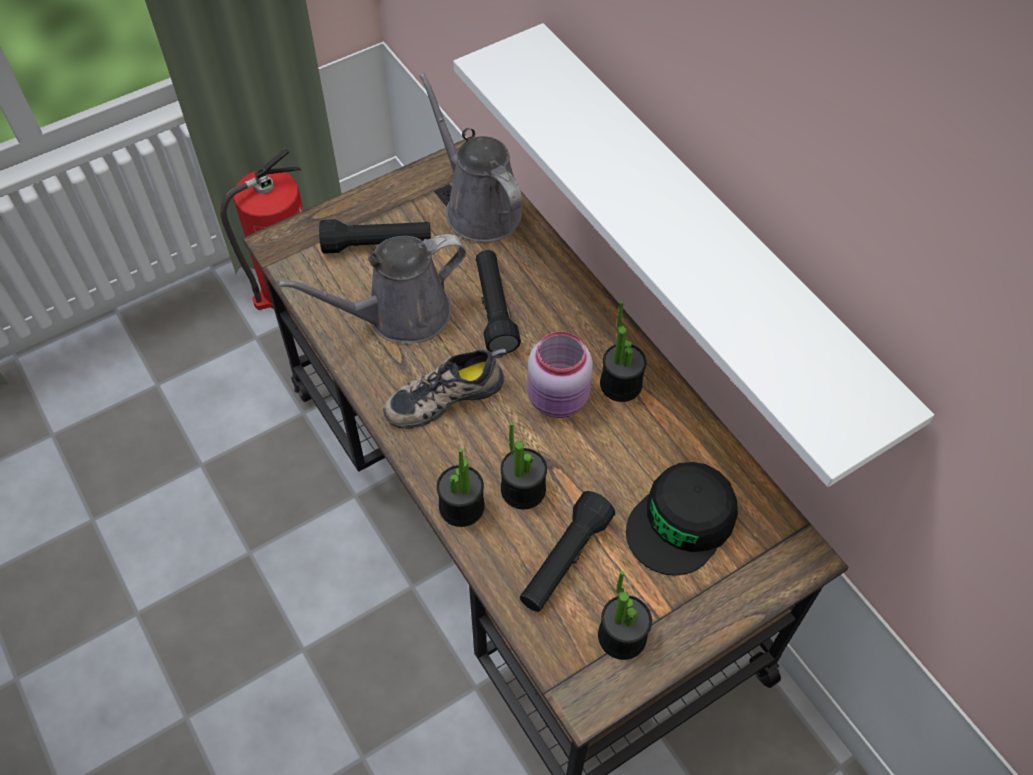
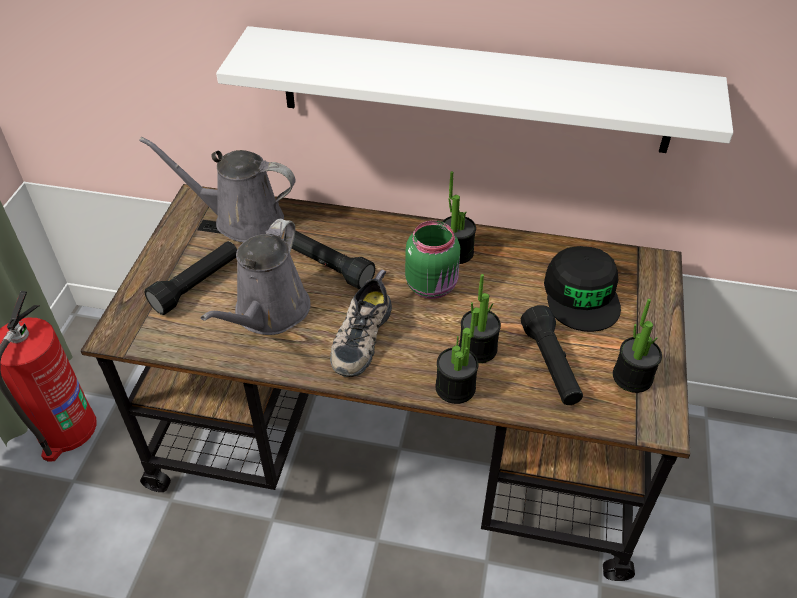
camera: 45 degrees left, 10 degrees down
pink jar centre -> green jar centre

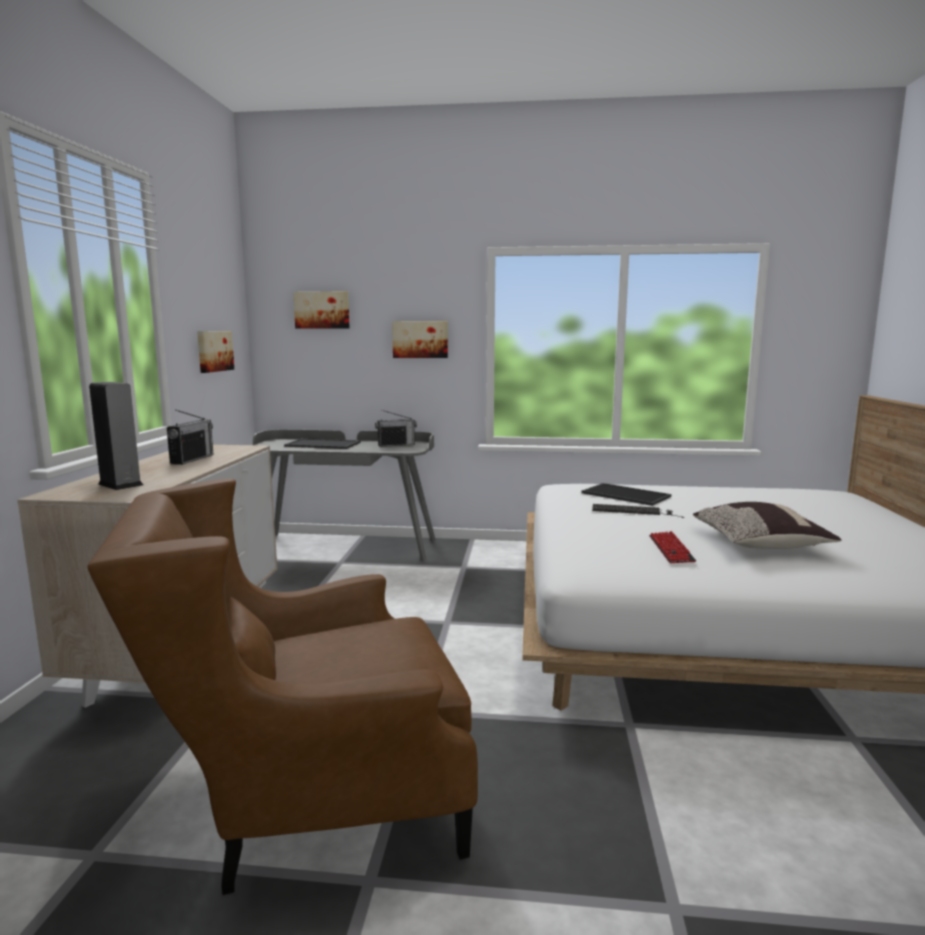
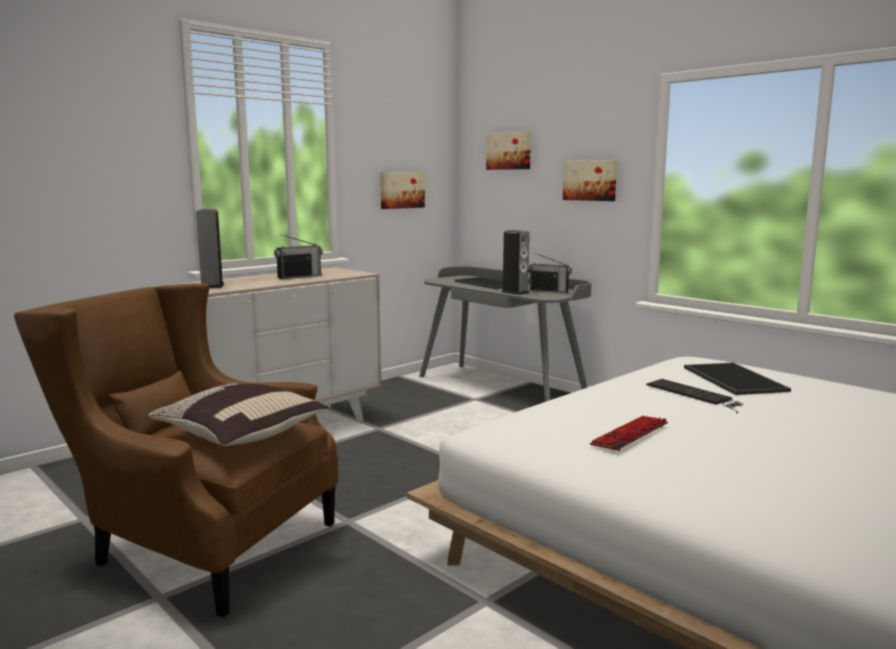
camera: 40 degrees right, 0 degrees up
pillow middle right -> pillow middle left, moved
none -> speaker (2nd from left) centre

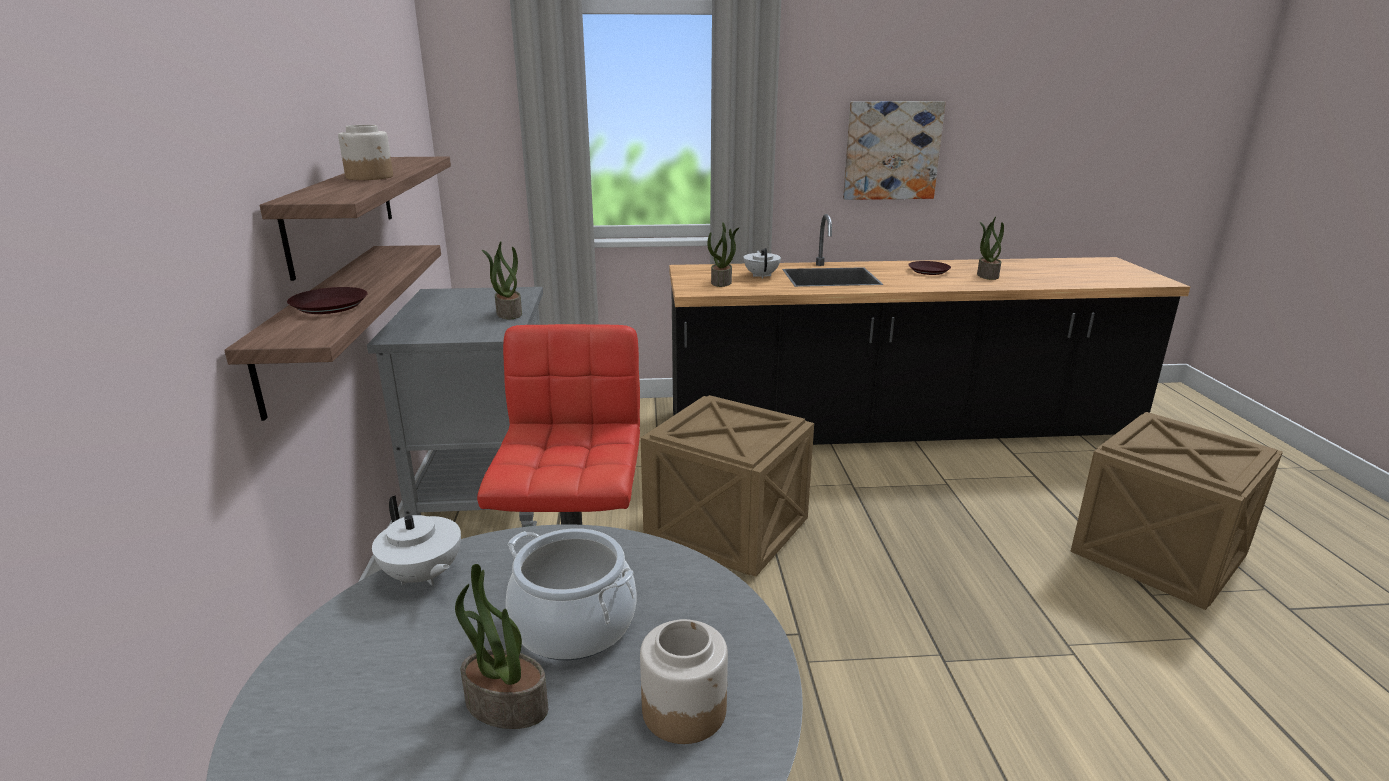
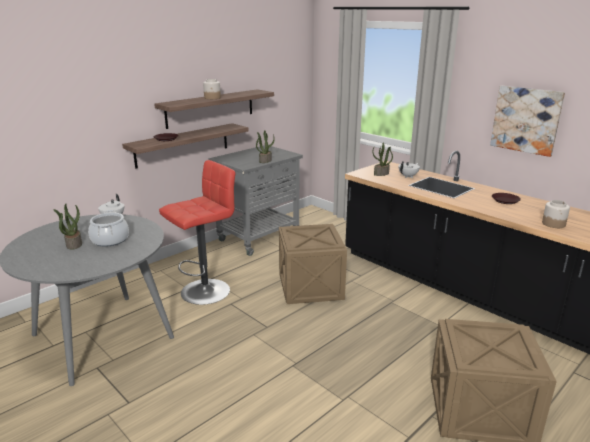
camera: 50 degrees right, 0 degrees up
jar (2nd from left) bottom centre -> jar (2nd from left) middle right, moved
potted plant (4th from left) top right -> none

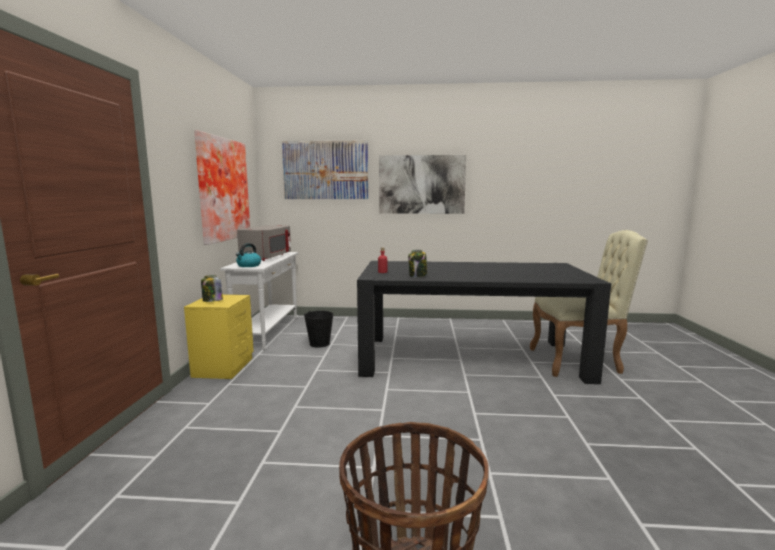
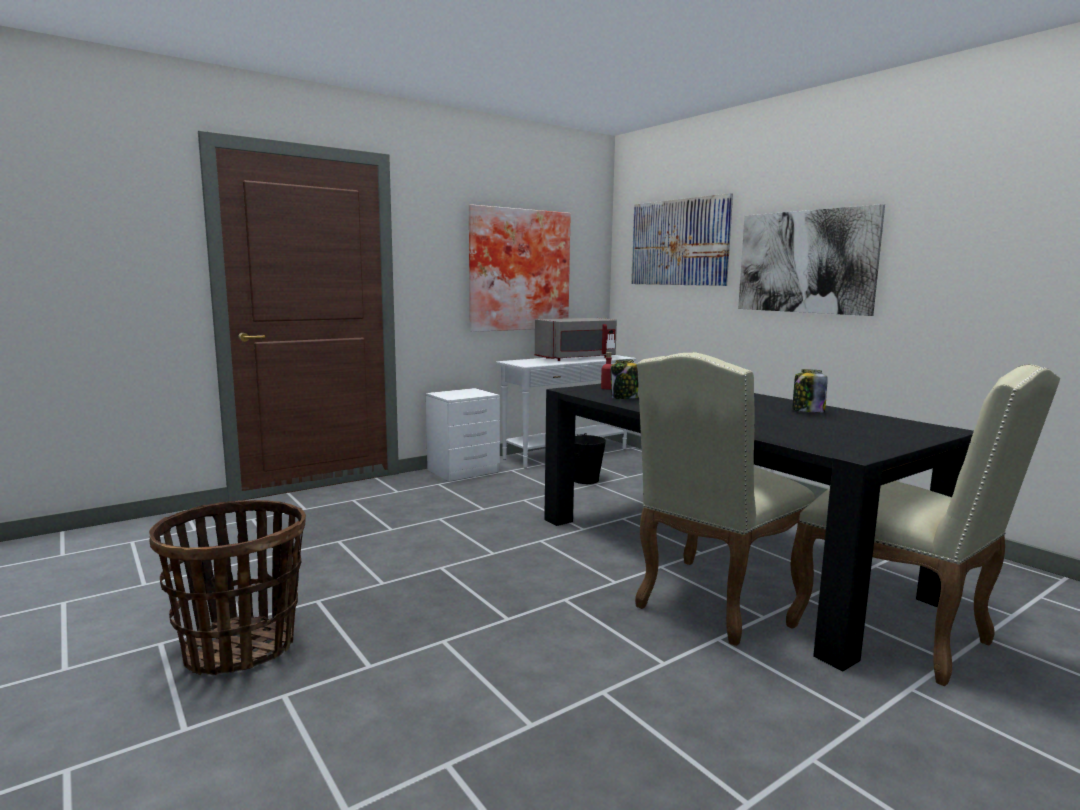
camera: 50 degrees right, 0 degrees up
yellow nightstand middle left -> white nightstand centre
jar (1st from left in the first image) middle left -> jar (2nd from left) middle right, moved
kettle middle left -> none
none -> beige chair (1st from left) middle right

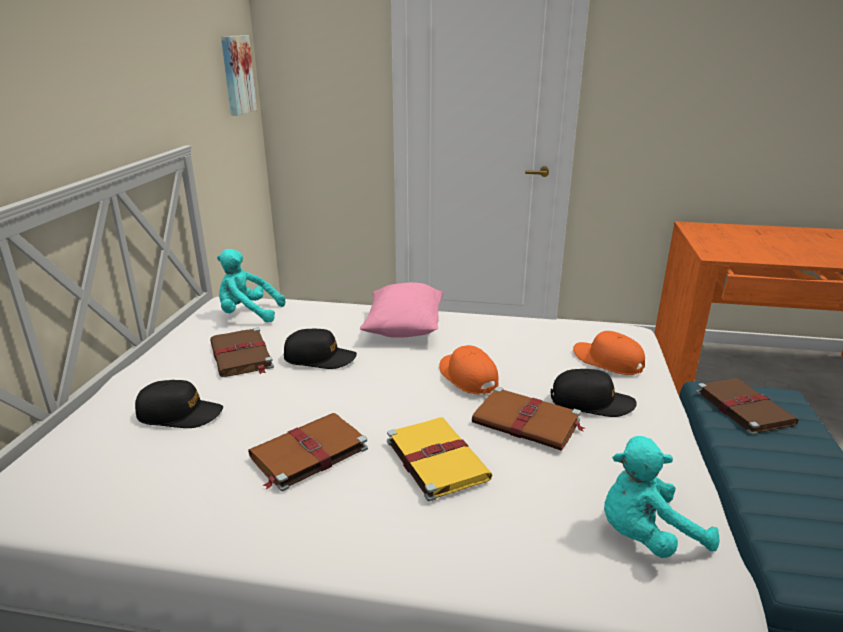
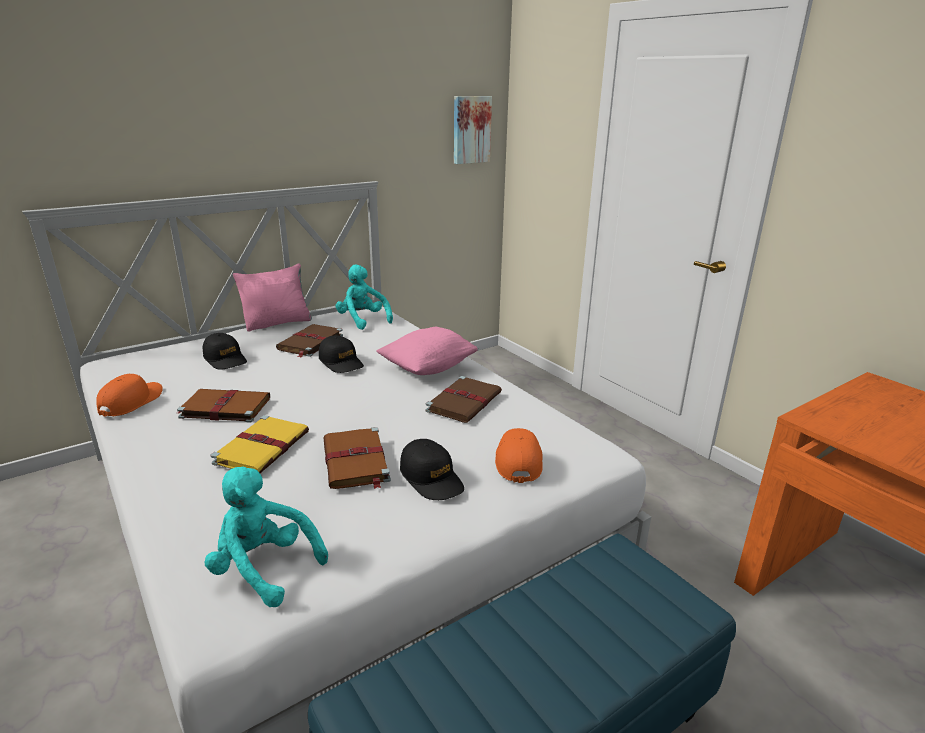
camera: 45 degrees right, 0 degrees up
orange cap (1st from left) centre -> orange cap (1st from left) middle left, moved
brown book (4th from left) middle right -> brown book (4th from left) centre, moved
none -> pink pillow (1st from left) middle left

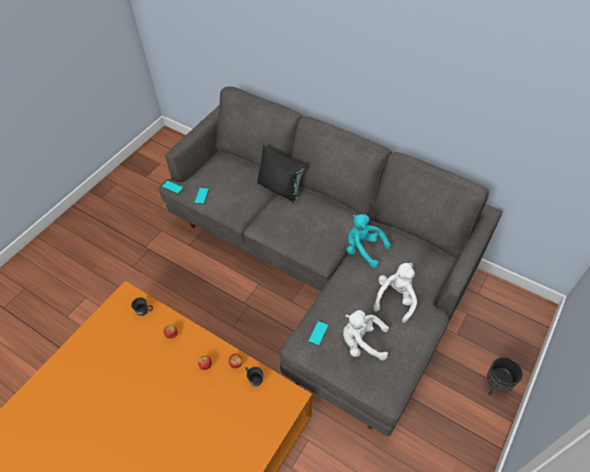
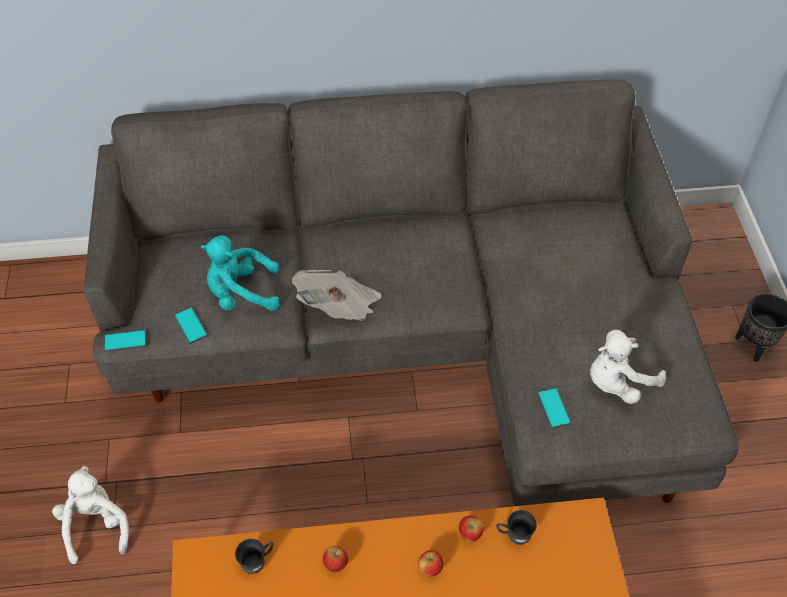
camera: 40 degrees left, 0 degrees up
black pillow centre -> none
turquoise plush toy centre -> turquoise plush toy middle left, moved
white plush toy (2nd from left in the first image) middle right -> white plush toy (1st from left) bottom left, moved
none -> newspaper centre

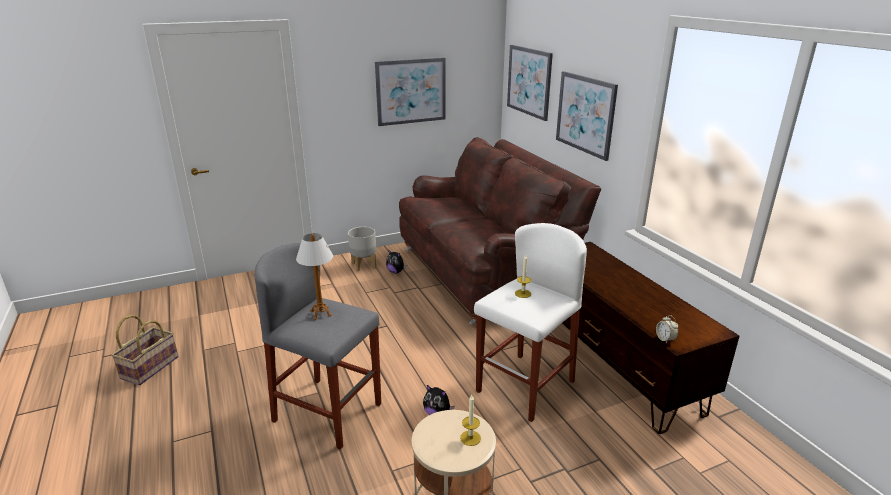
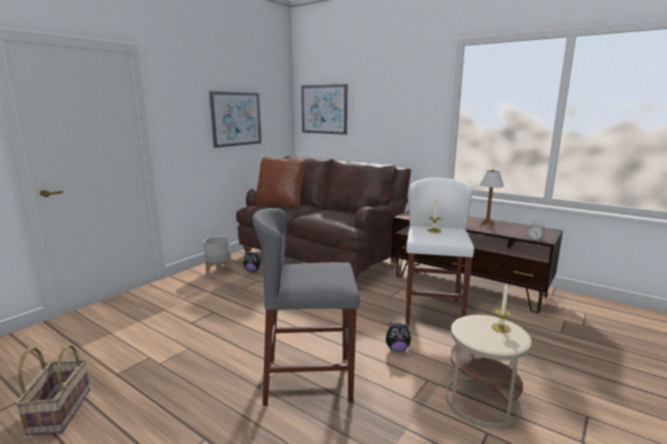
camera: 30 degrees left, 10 degrees down
table lamp centre -> table lamp middle right, moved
picture (3rd from left) top centre -> none
none -> brown pillow centre

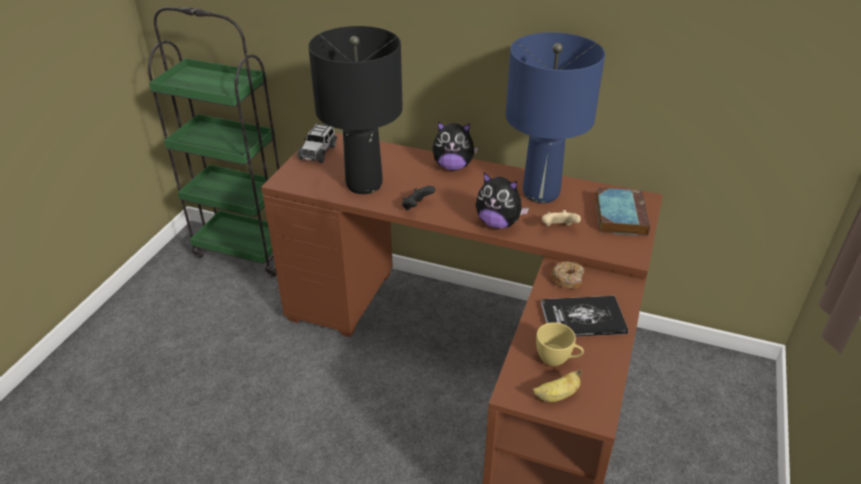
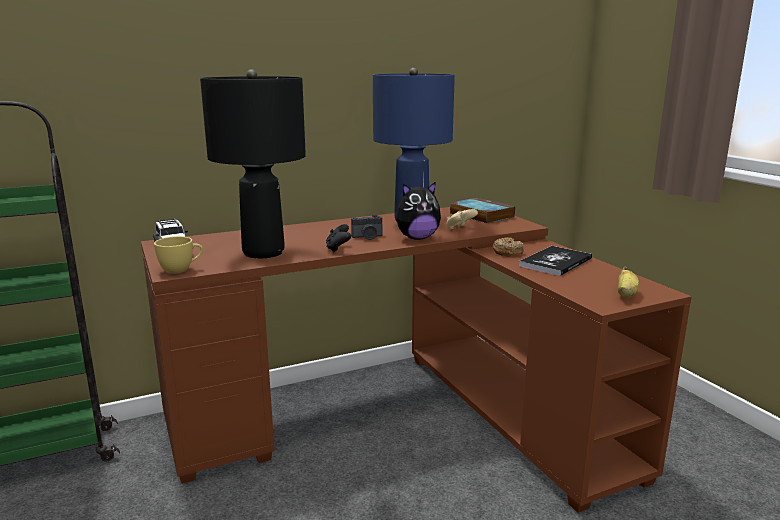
camera: 45 degrees left, 20 degrees down
plush toy (1st from left) top centre -> none
yellow cup bottom centre -> yellow cup middle left, moved
none -> photo camera centre

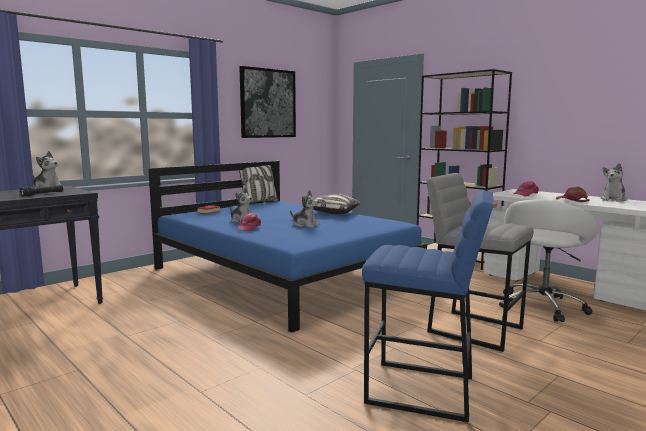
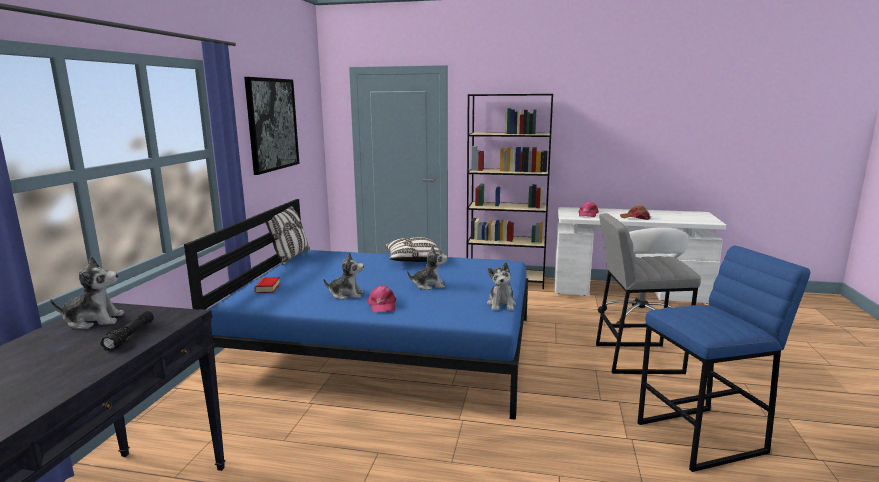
camera: 35 degrees left, 5 degrees up
plush toy (4th from left) middle right -> plush toy (4th from left) centre, moved

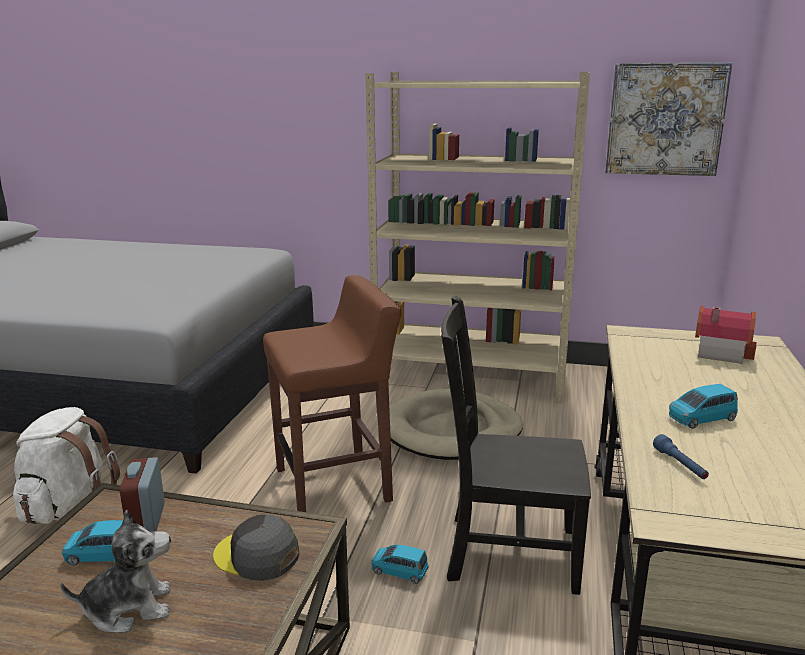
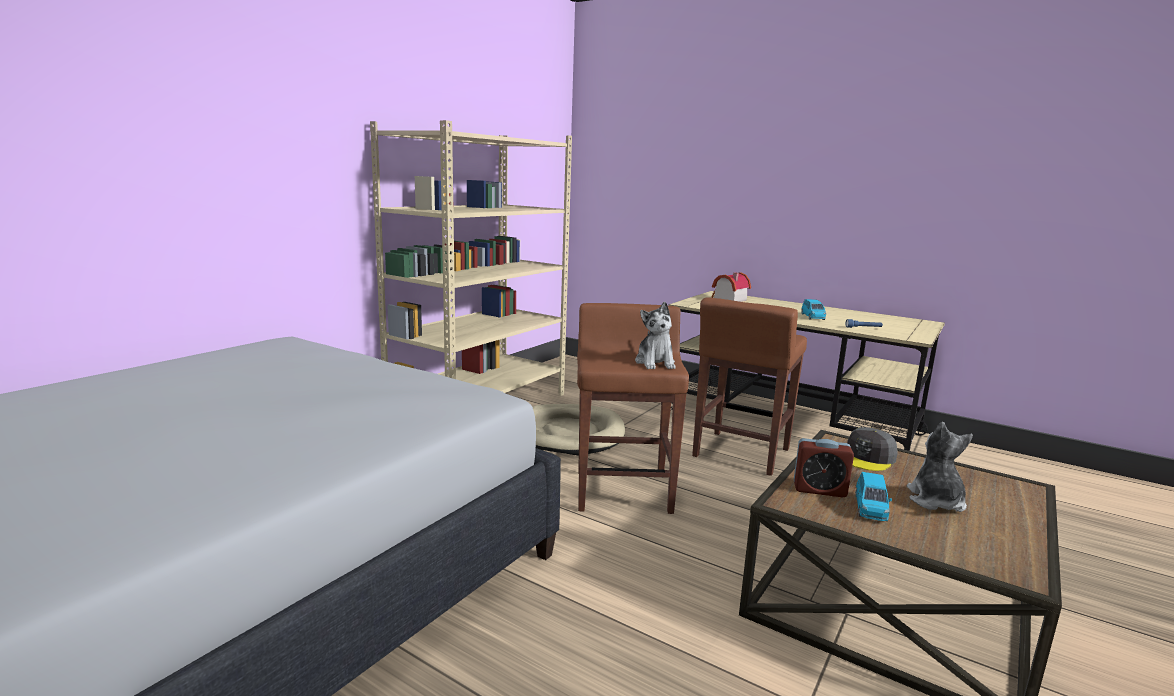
camera: 70 degrees left, 5 degrees down
white backpack bottom left -> none
blue toy car (2nd from left) bottom centre -> none
black chair bottom centre -> brown stool (2nd from left) centre
picture top right -> none
none -> plush toy (1st from left) centre

